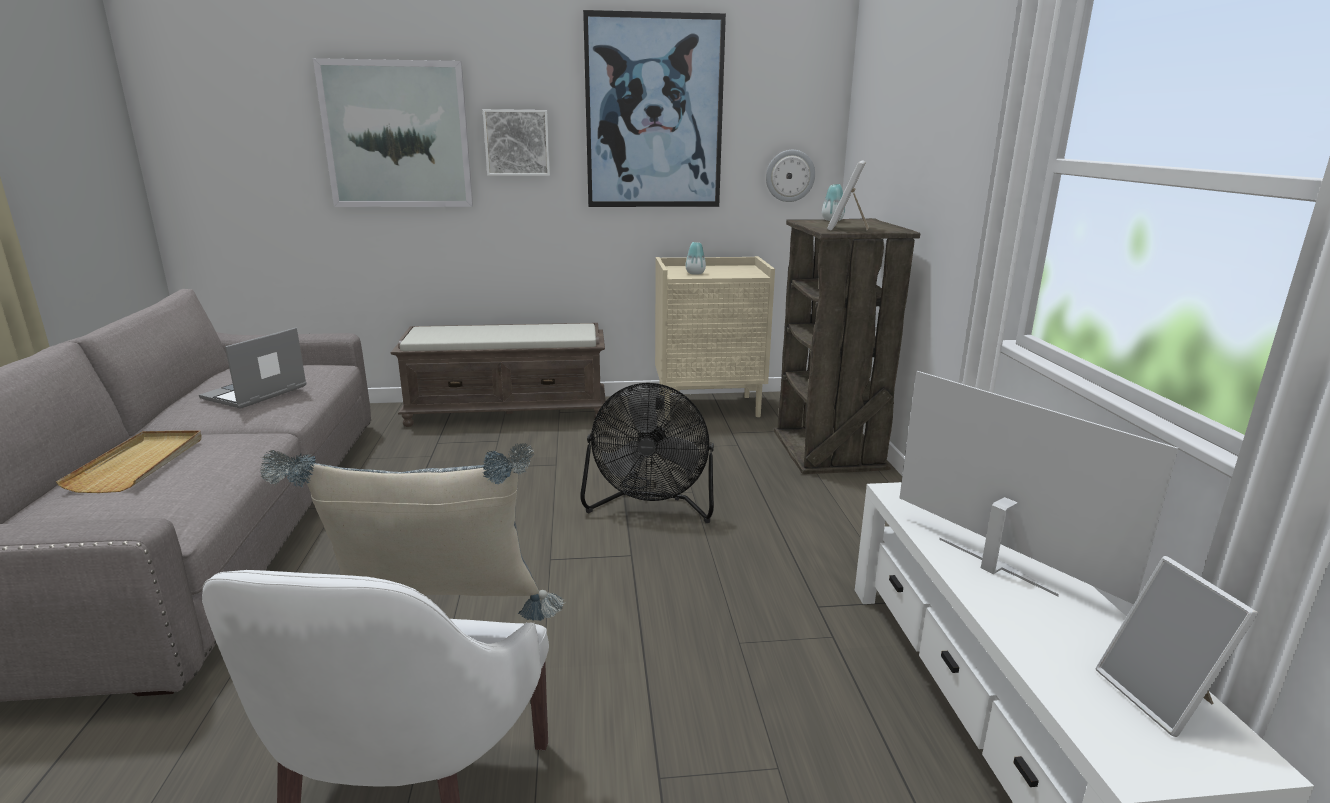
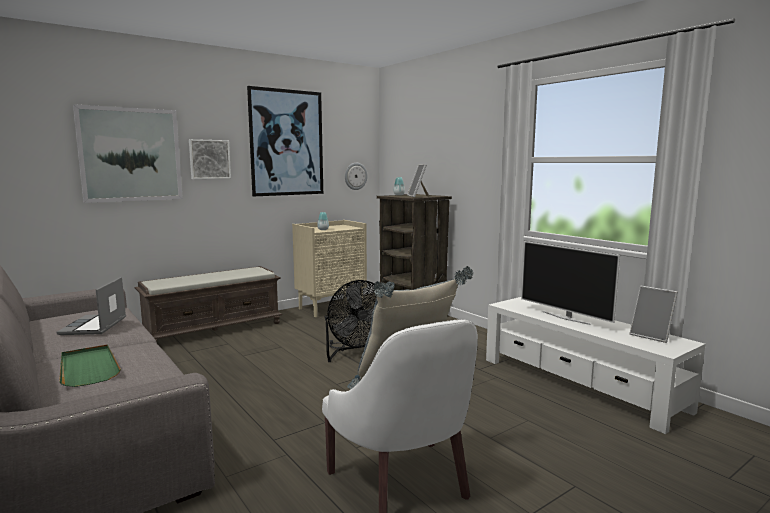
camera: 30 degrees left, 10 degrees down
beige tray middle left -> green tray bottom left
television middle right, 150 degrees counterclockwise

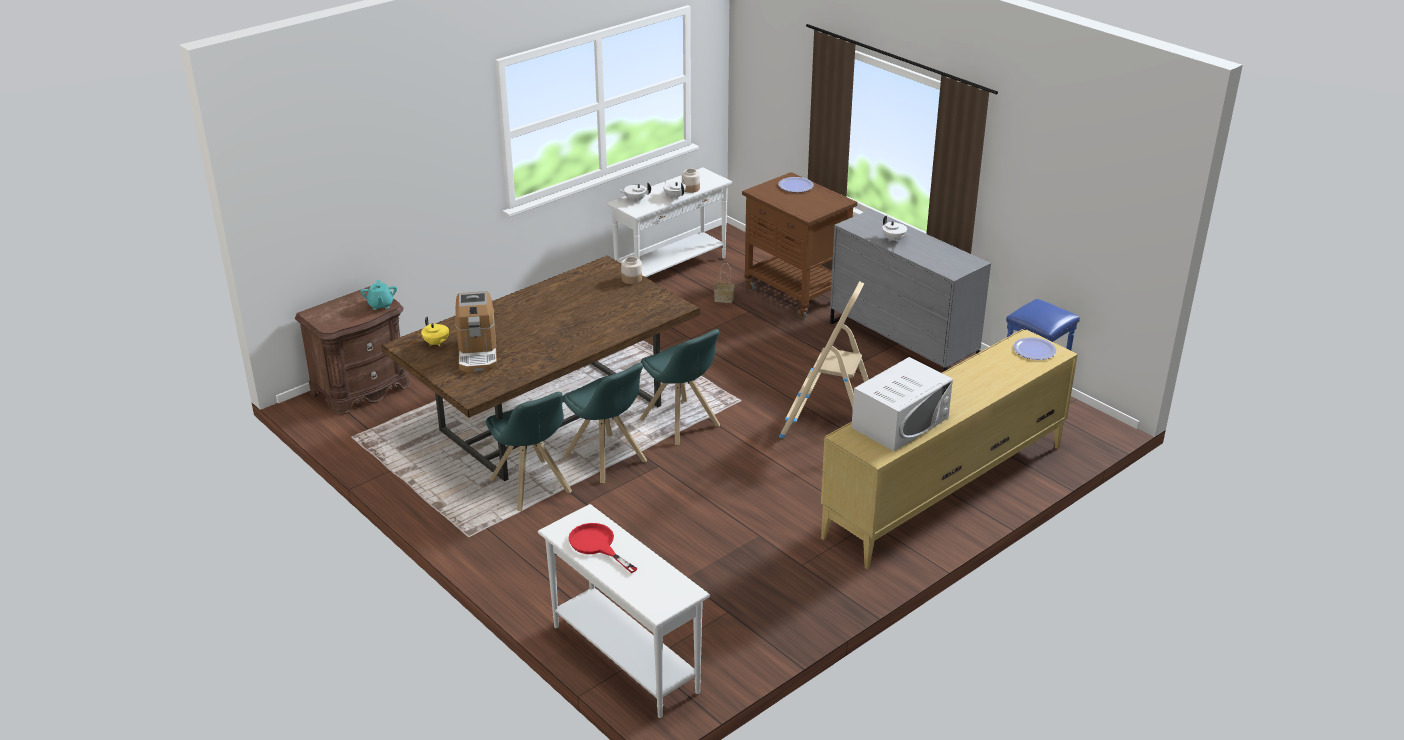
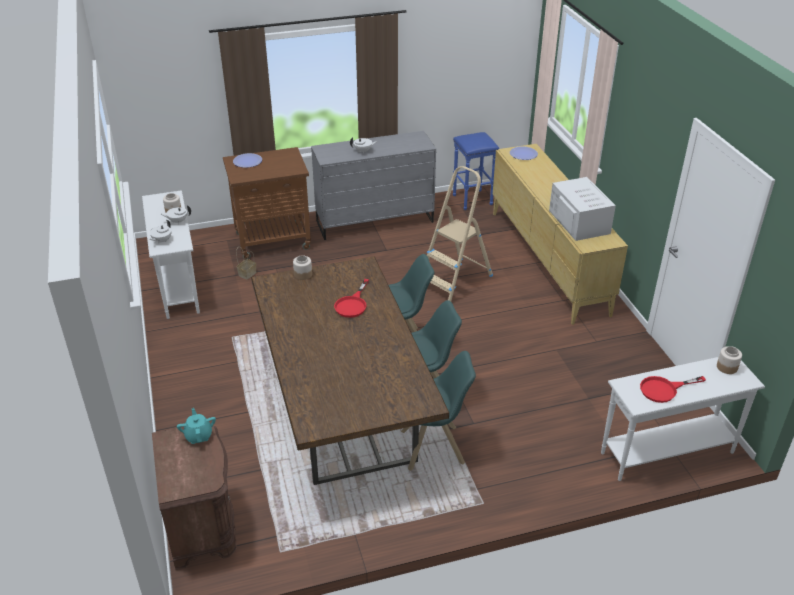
camera: 65 degrees left, 5 degrees up
turquoise teapot middle left -> turquoise teapot bottom left, 120 degrees counterclockwise
yellow teapot middle left -> none
coffee machine centre -> none
none -> red frying pan (1st from left) centre
none -> jar (3rd from left) middle right

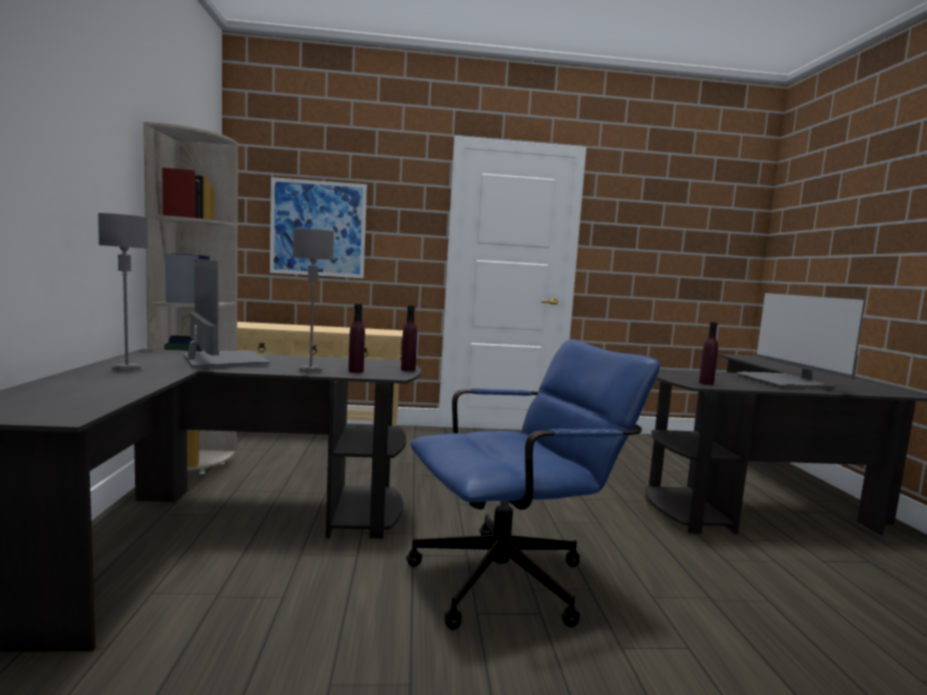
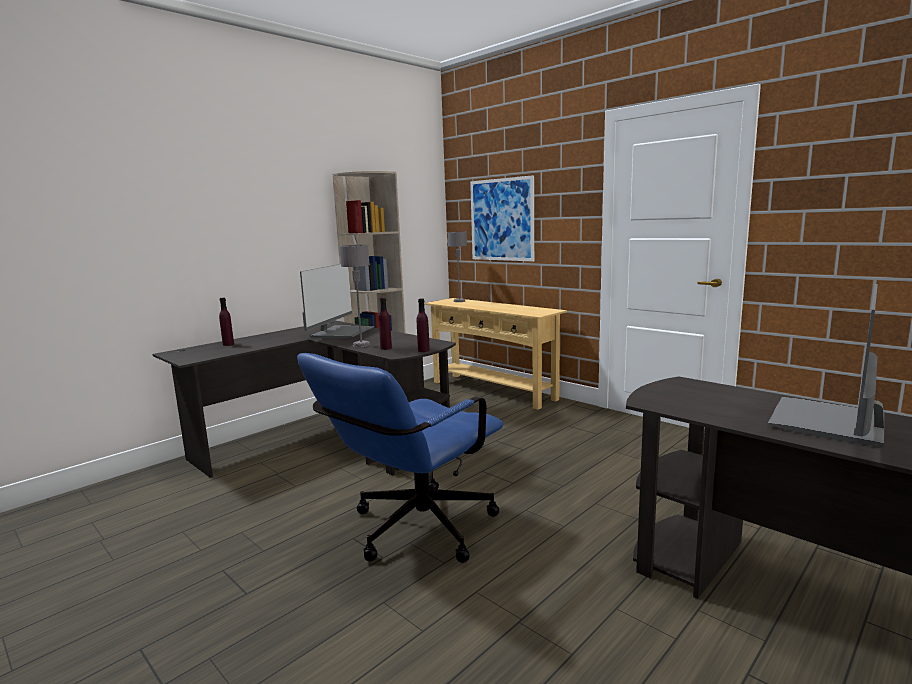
camera: 50 degrees right, 5 degrees up
grey table lamp (1st from left in the first image) middle left -> grey table lamp (2nd from left) centre, moved
blue office chair bottom centre, 105 degrees clockwise
purple bottle (3rd from left in the first image) middle right -> purple bottle (1st from left) middle left, moved

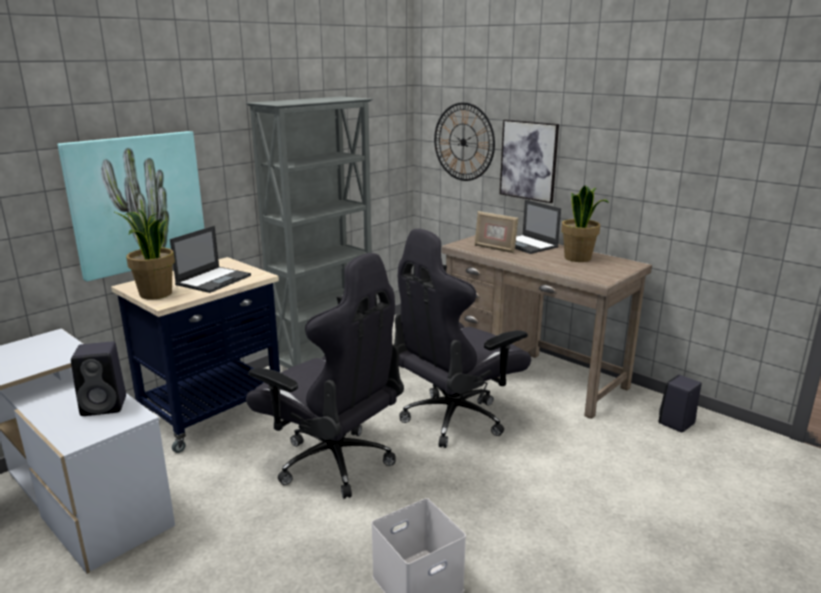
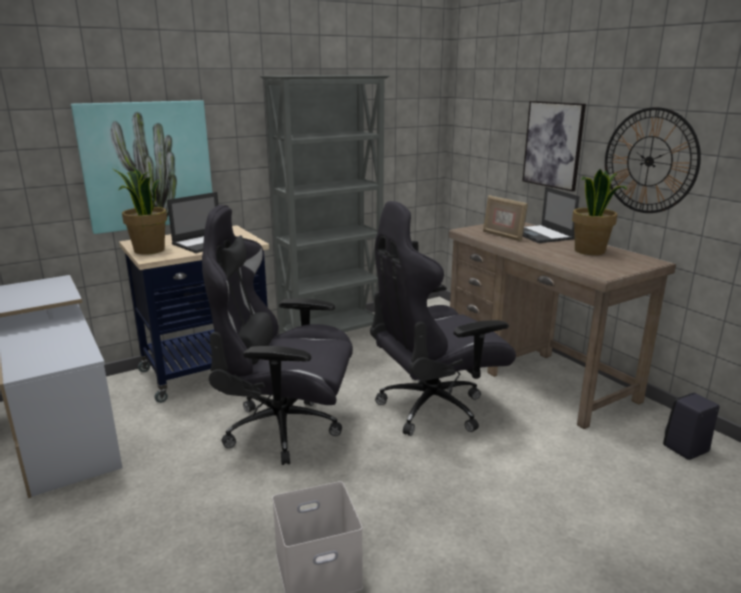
camera: 15 degrees right, 0 degrees up
black speaker (1st from left) middle left -> none
black office chair (1st from left) centre, 135 degrees clockwise
wall clock top centre -> wall clock top right, moved

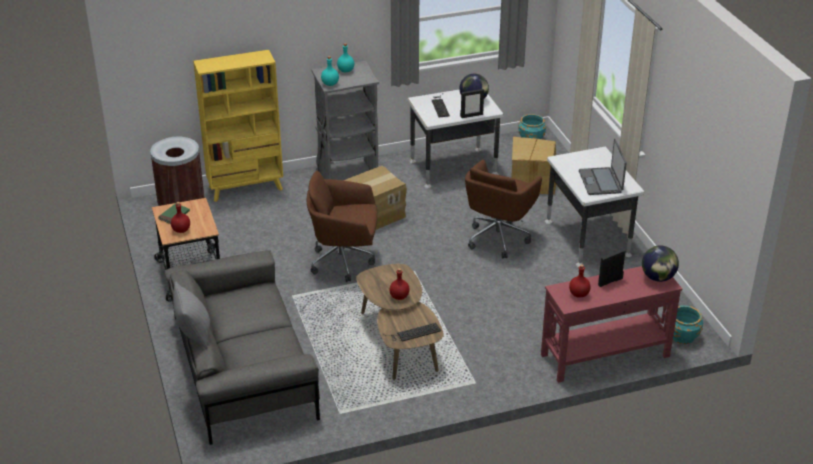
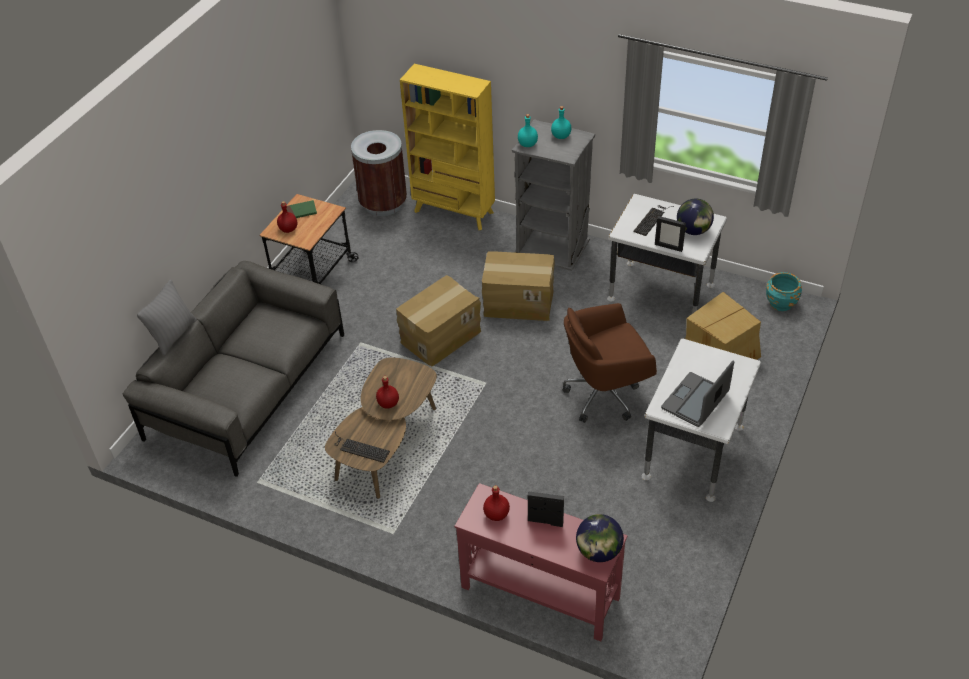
camera: 45 degrees right, 10 degrees up
brown office chair (1st from left) centre -> cardboard box (1st from left) centre
turquoise planter (2nd from left) bottom right -> none

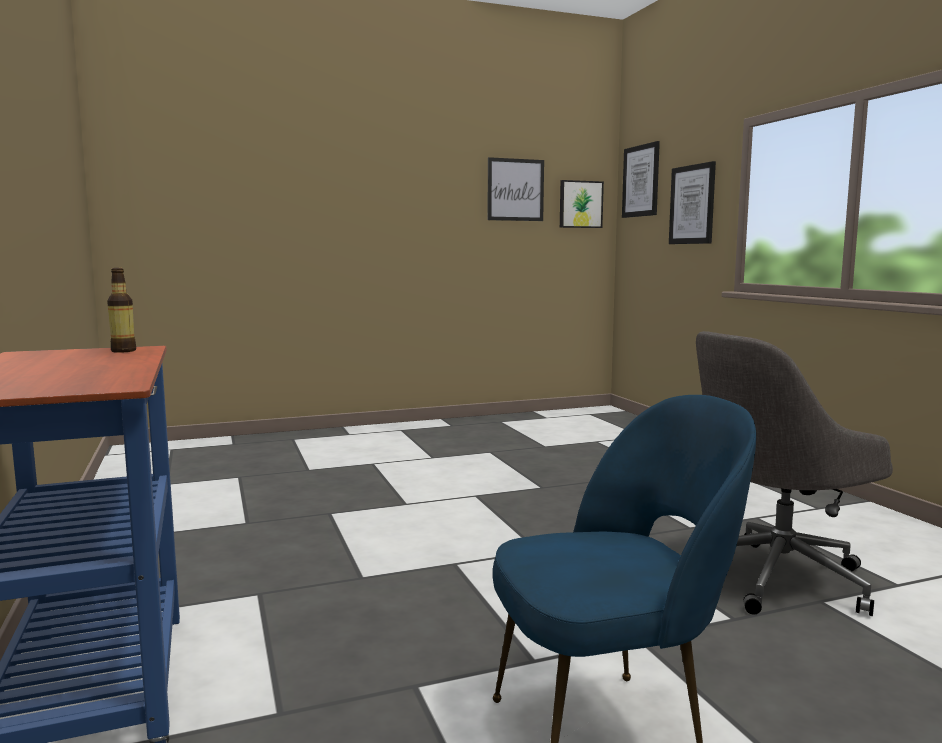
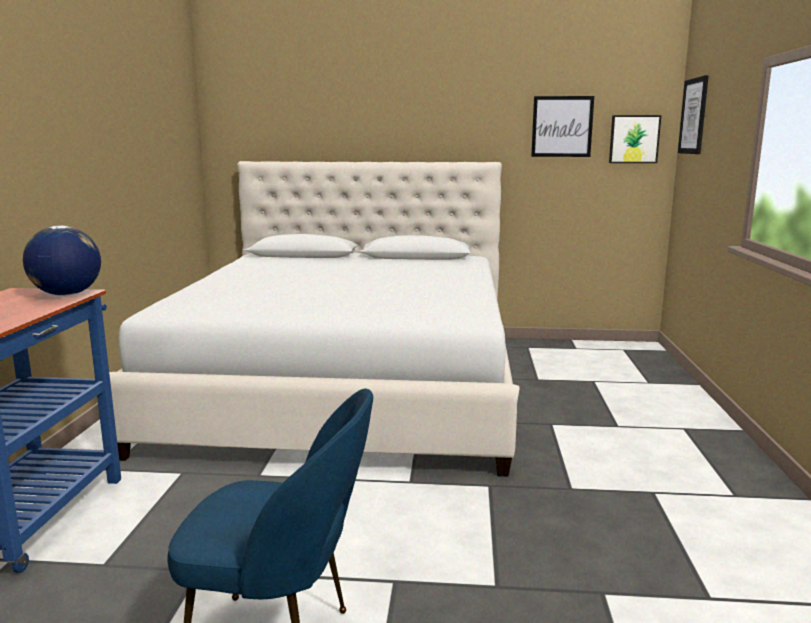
camera: 25 degrees right, 5 degrees up
bottle middle left -> globe middle left
picture (4th from left) top right -> none
grey office chair middle right -> none
none -> white bed centre

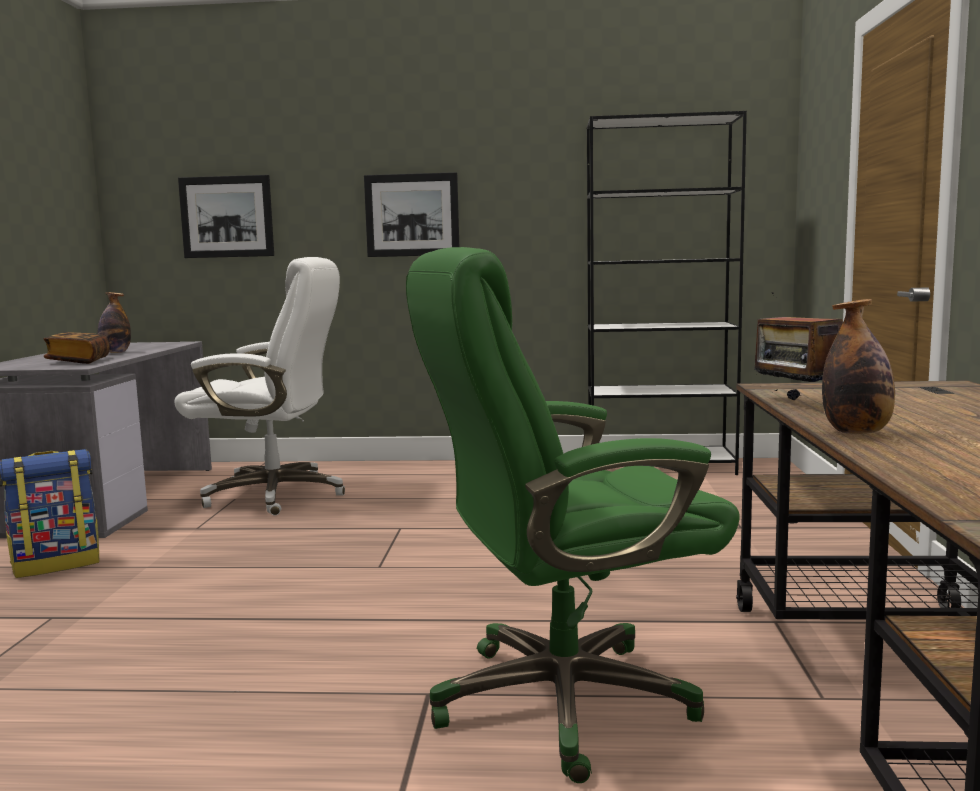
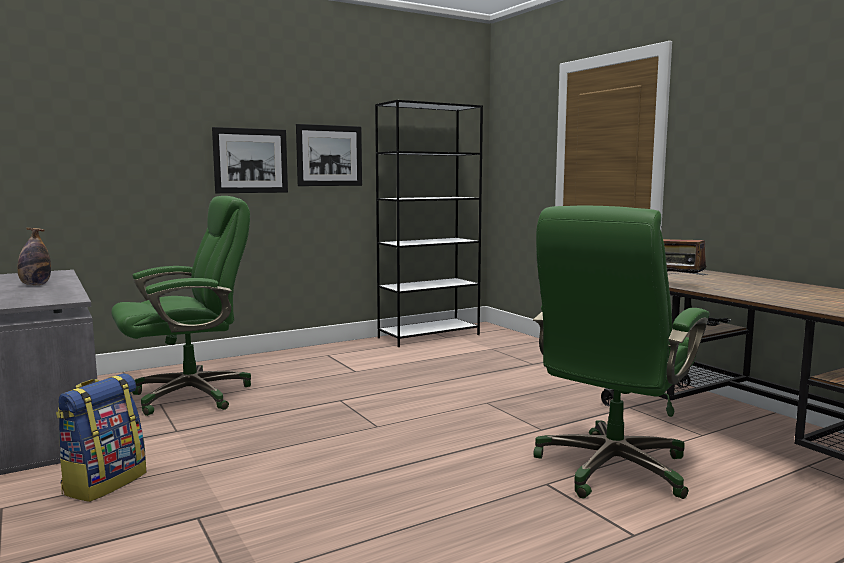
camera: 35 degrees left, 0 degrees up
book middle left -> none
white office chair middle left -> green office chair (1st from left) middle left
picture (1st from left in the first image) top left -> picture (2nd from left) top centre, moved
bottle (2nd from left) middle right -> none

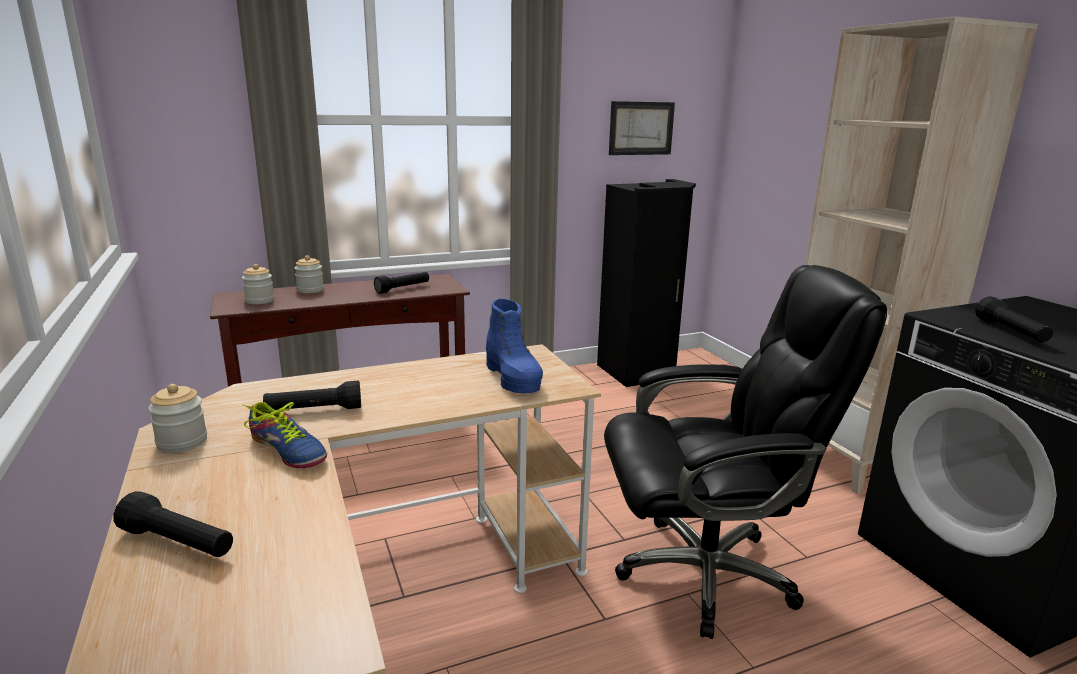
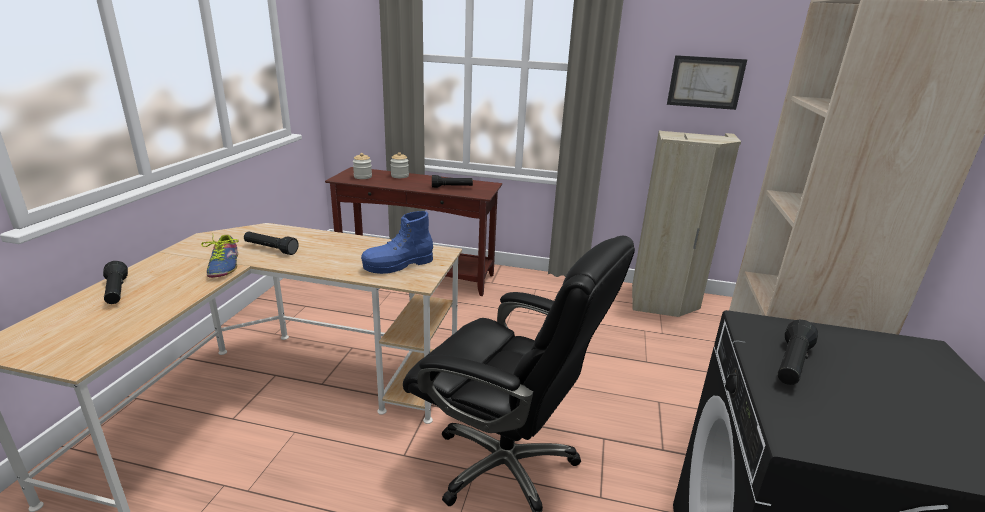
camera: 35 degrees right, 5 degrees up
jar (1st from left) middle left -> none
blue boot centre, 45 degrees clockwise
black cabinet centre -> beige cabinet middle right

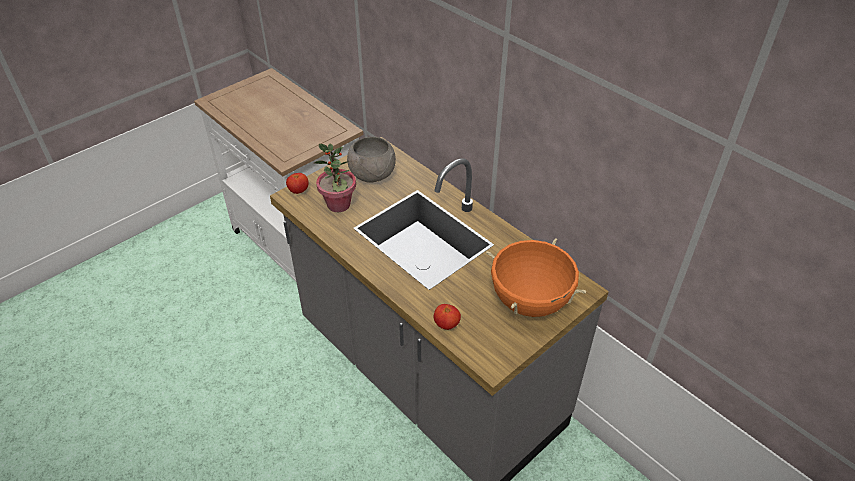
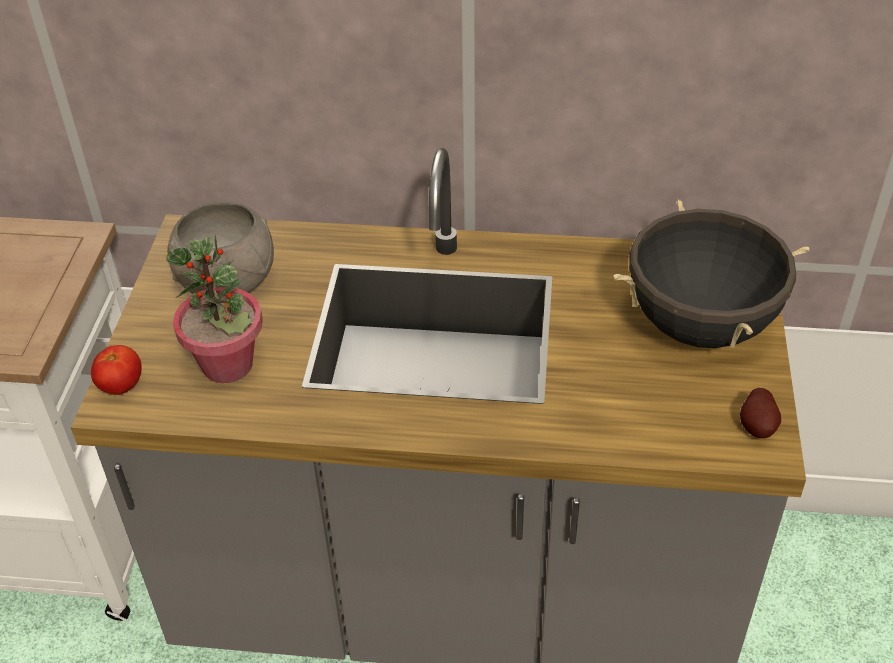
camera: 40 degrees left, 0 degrees up
tomato (2nd from left) centre -> none
orange cooking pot centre -> black cooking pot middle right
none -> potato middle right

